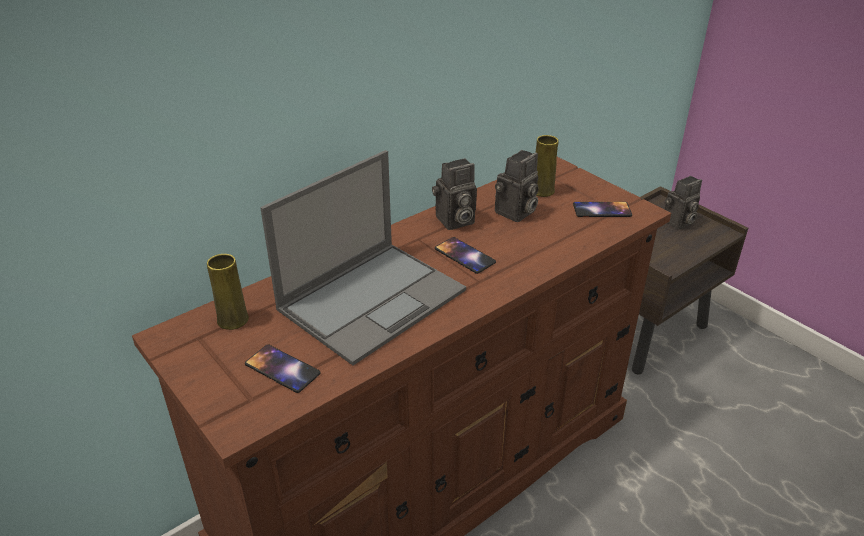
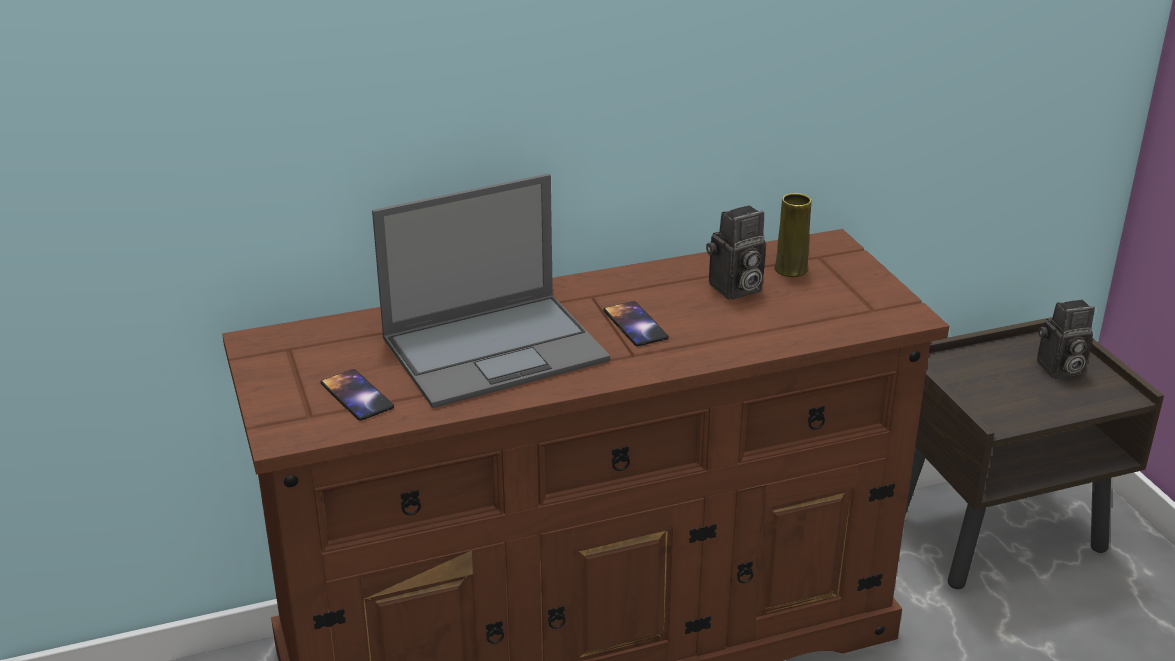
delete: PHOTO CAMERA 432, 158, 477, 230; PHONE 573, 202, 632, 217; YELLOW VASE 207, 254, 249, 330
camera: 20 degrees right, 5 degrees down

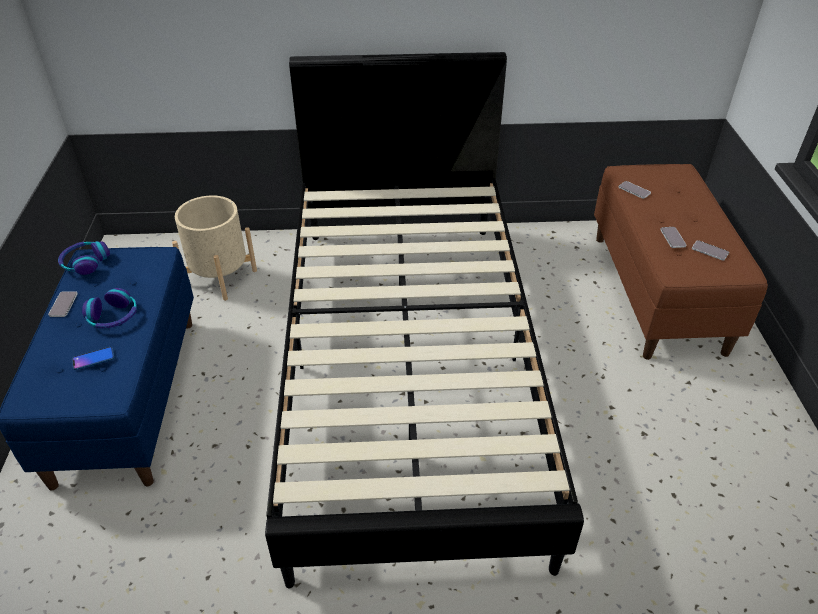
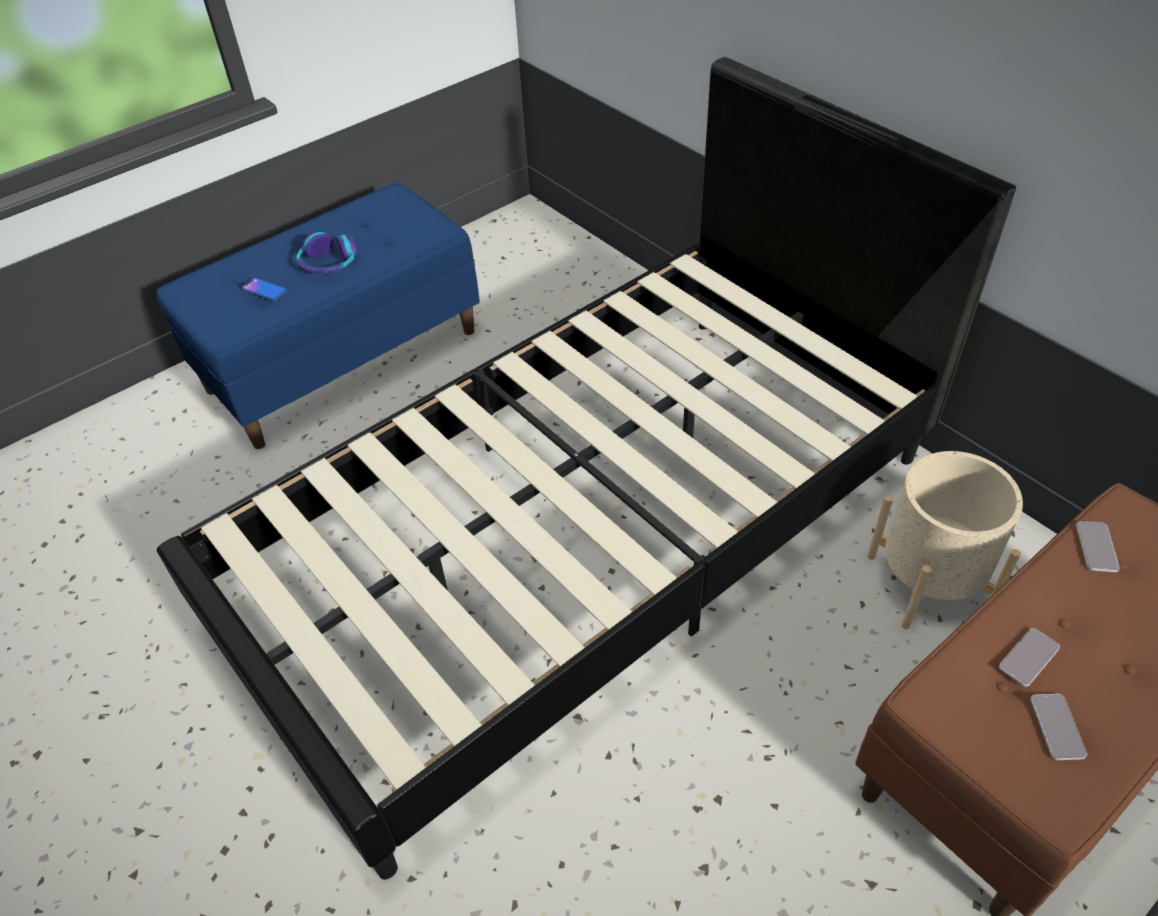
delete: HEADPHONES 58, 241, 110, 275; PHONE 48, 291, 78, 317
move: BEIGE PLANTER 172, 195, 257, 301 to 867, 451, 1023, 629
camera: 55 degrees right, 5 degrees up

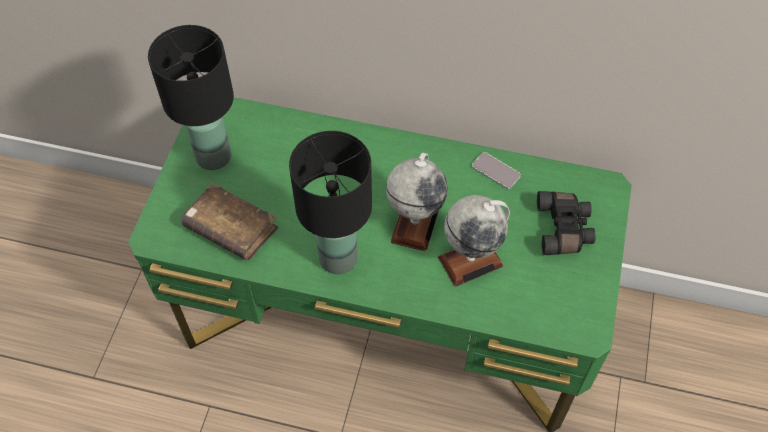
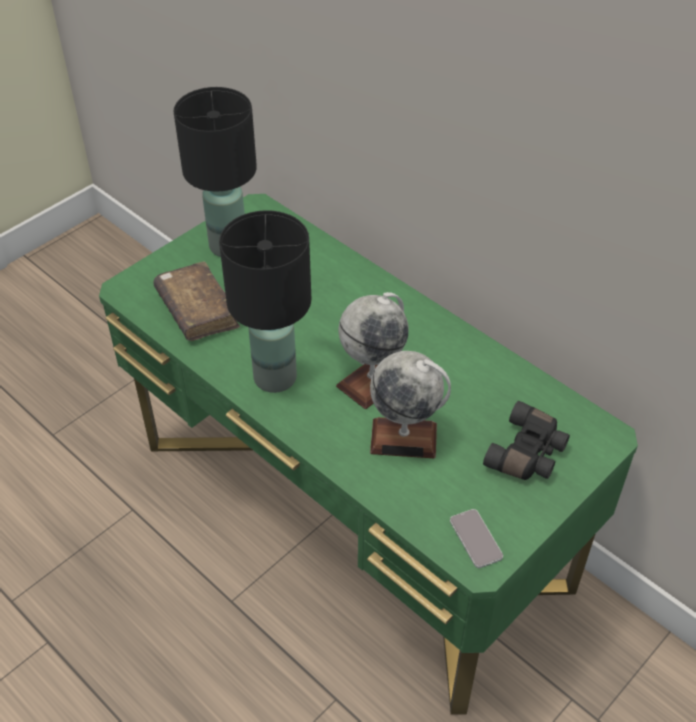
move: PHONE 472, 152, 521, 189 to 450, 509, 503, 568
camera: 30 degrees right, 10 degrees down

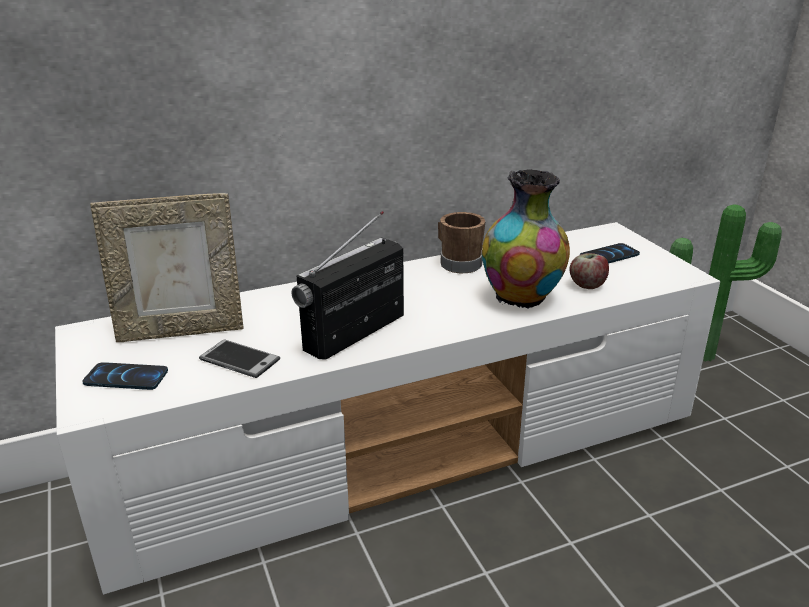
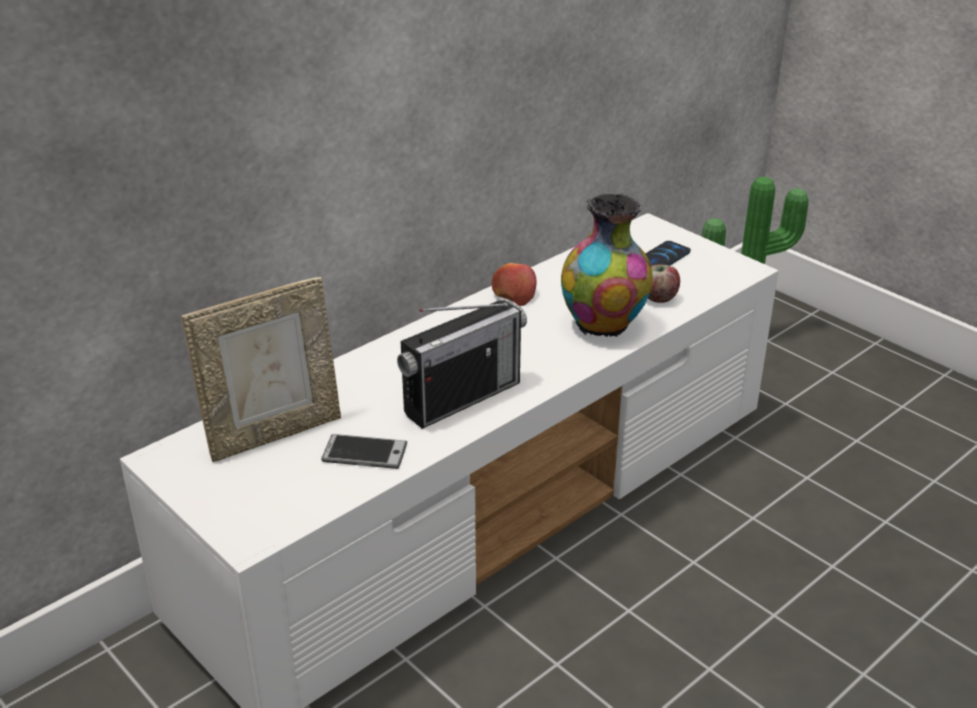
delete: PHONE 82, 362, 168, 390
replace: BROWN MUG 438, 212, 486, 273 to APPLE 492, 263, 537, 306
rotate: RADIO 292, 211, 404, 360 = 397, 301, 527, 429 150 degrees counterclockwise
camera: 20 degrees left, 5 degrees up

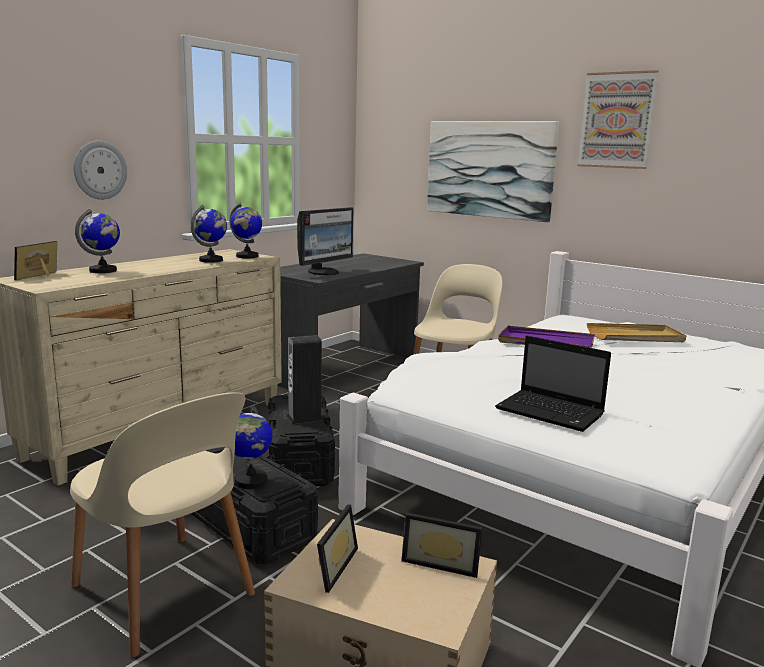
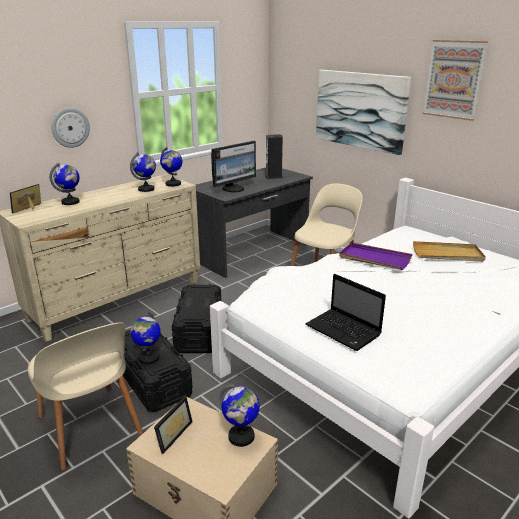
move: SPEAKER 286, 335, 323, 424 to 265, 134, 283, 179
replace: PICTURE FRAME 401, 512, 482, 578 to GLOBE 220, 384, 260, 447
camera: 10 degrees right, 10 degrees up

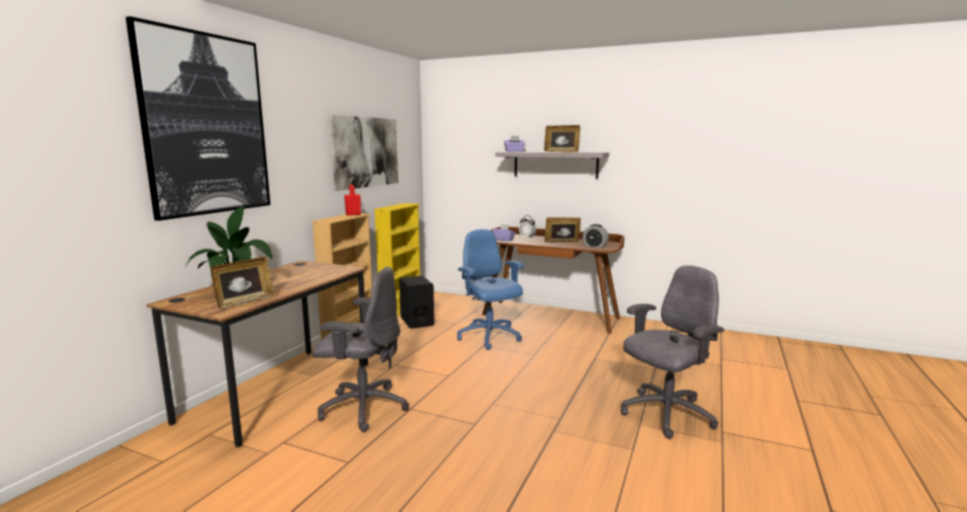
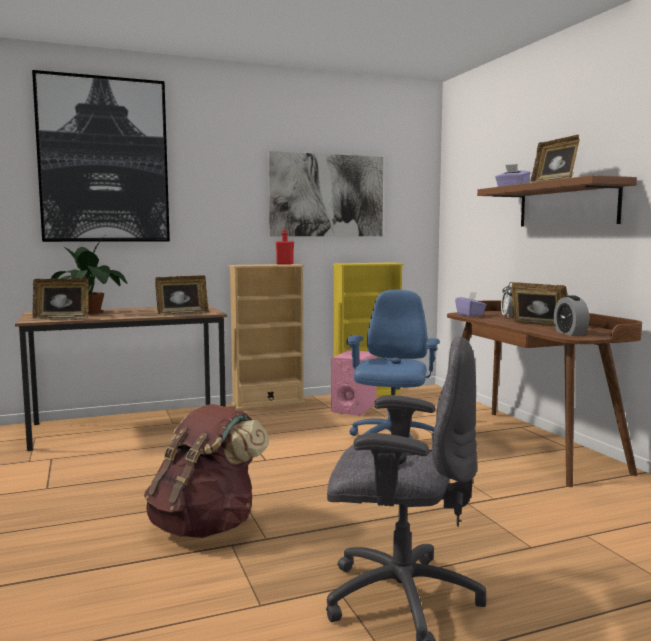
delete: GREY OFFICE CHAIR 313, 267, 409, 432
insert: PICTURE FRAME 155, 275, 209, 316; BROWN BACKPACK 144, 404, 270, 538
recolor: GREY SHELF 495, 152, 609, 179 to BROWN SHELF 477, 175, 637, 227; BLACK SPEAKER 399, 276, 434, 329 to PINK SPEAKER 331, 350, 377, 416
camera: 45 degrees right, 5 degrees down

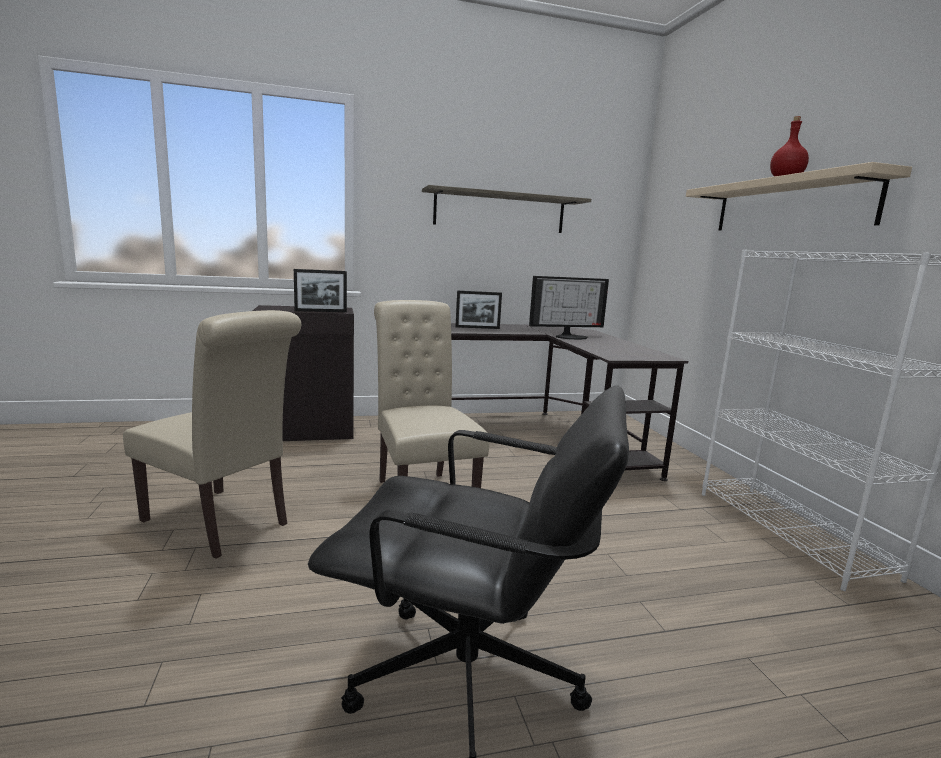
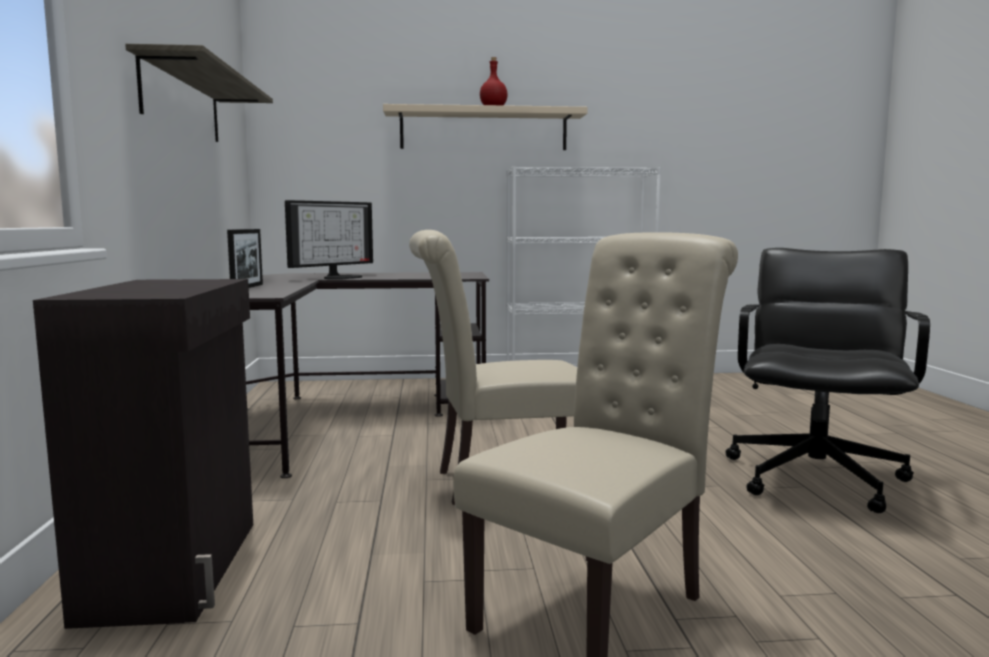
delete: PICTURE FRAME 294, 269, 347, 312
rotate: MONITOR 529, 276, 609, 340 = 285, 200, 373, 279 45 degrees clockwise
camera: 80 degrees left, 5 degrees down

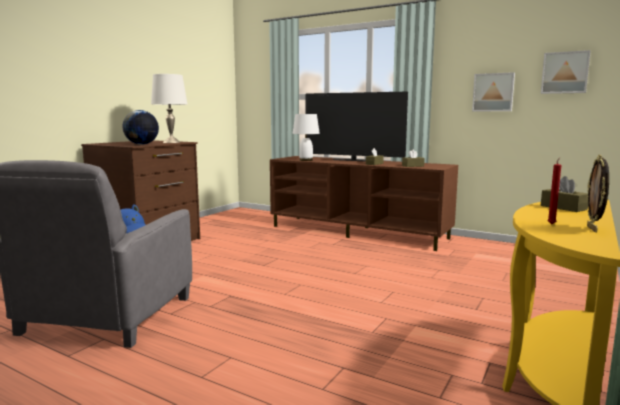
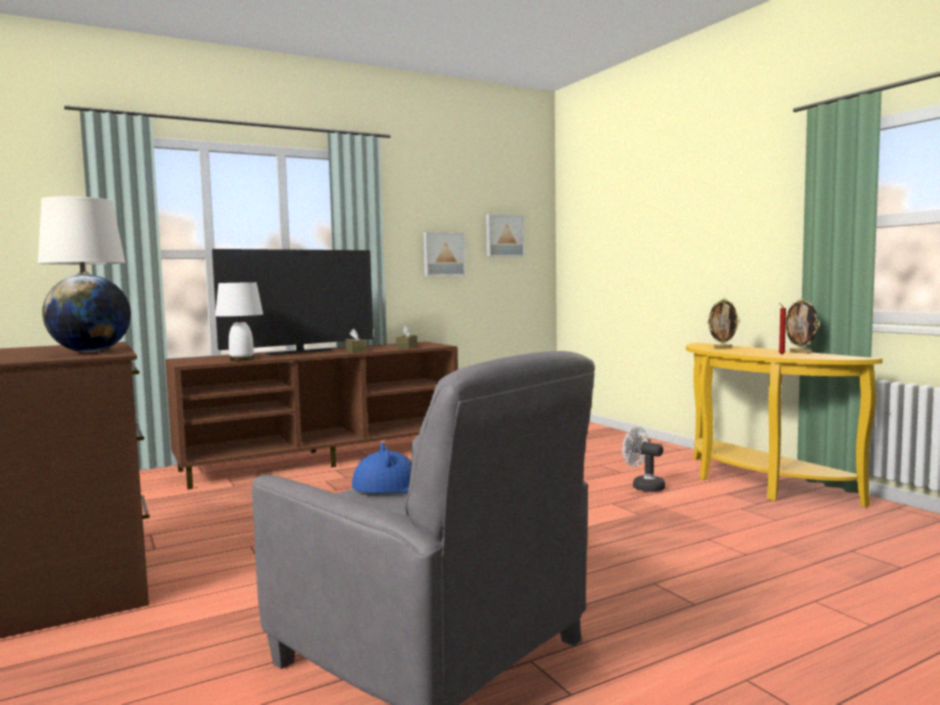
insert: WHITE FAN 622, 427, 665, 492
replace: BROWN TISSUE BOX 541, 176, 588, 212 to PICTURE FRAME 707, 298, 740, 349
camera: 60 degrees left, 5 degrees down

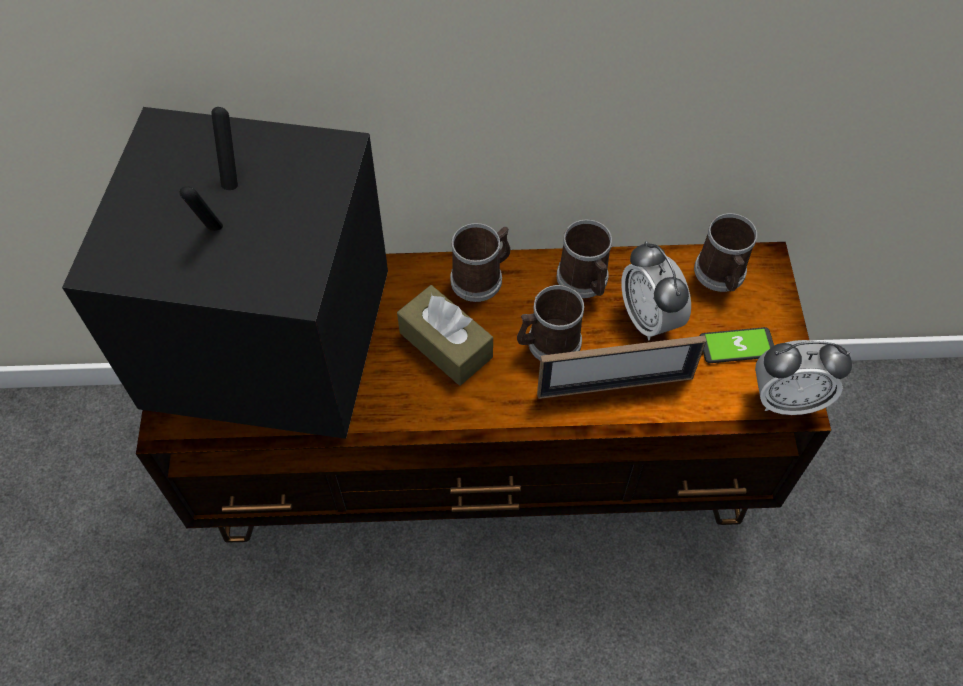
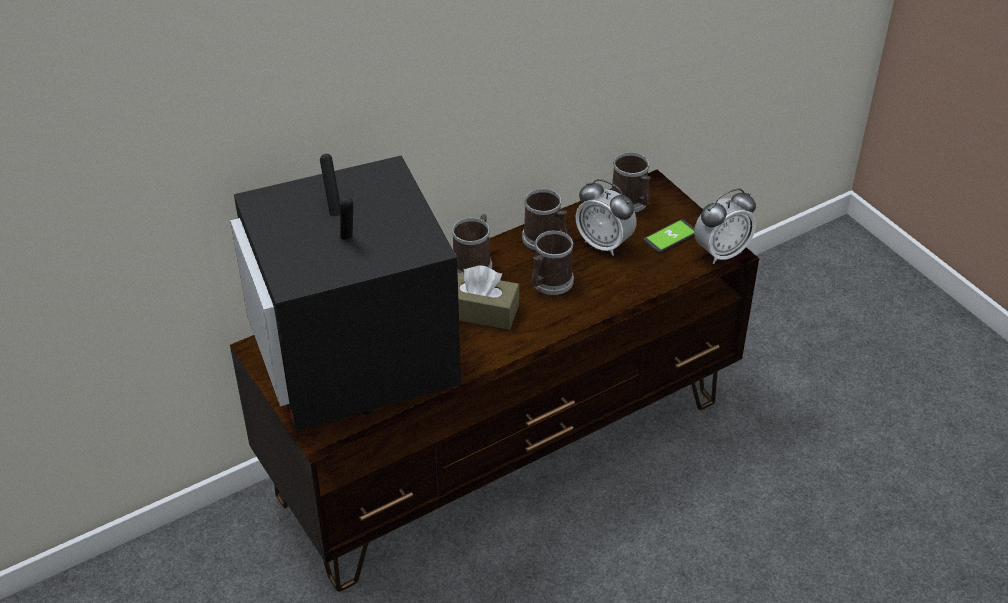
delete: PICTURE FRAME 537, 335, 706, 399
camera: 30 degrees left, 15 degrees down

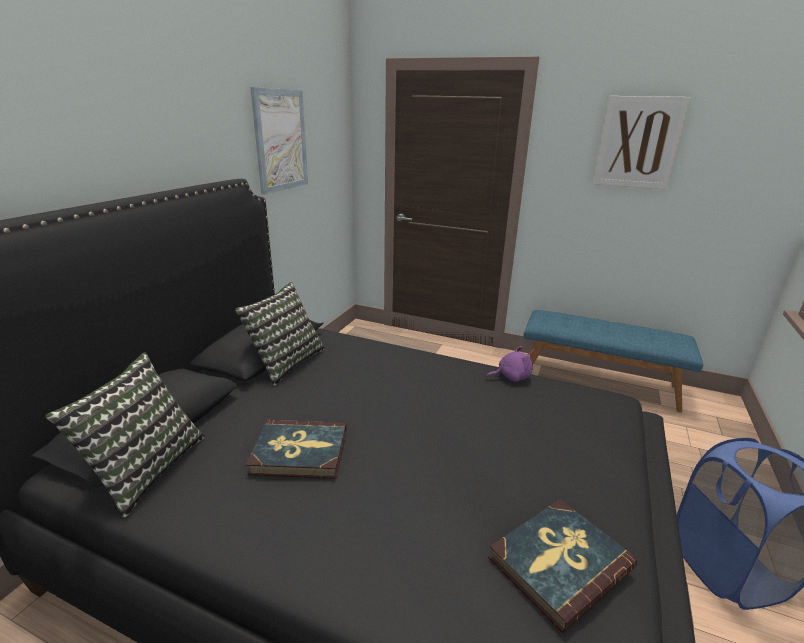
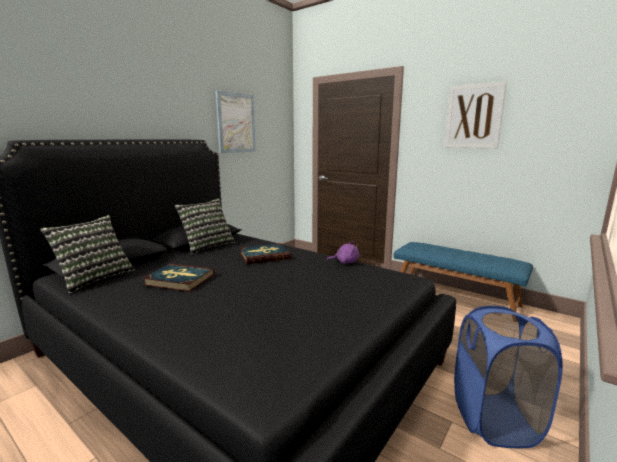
move: BOOK 488, 499, 637, 633 to 240, 243, 291, 264
camera: 15 degrees right, 10 degrees down

